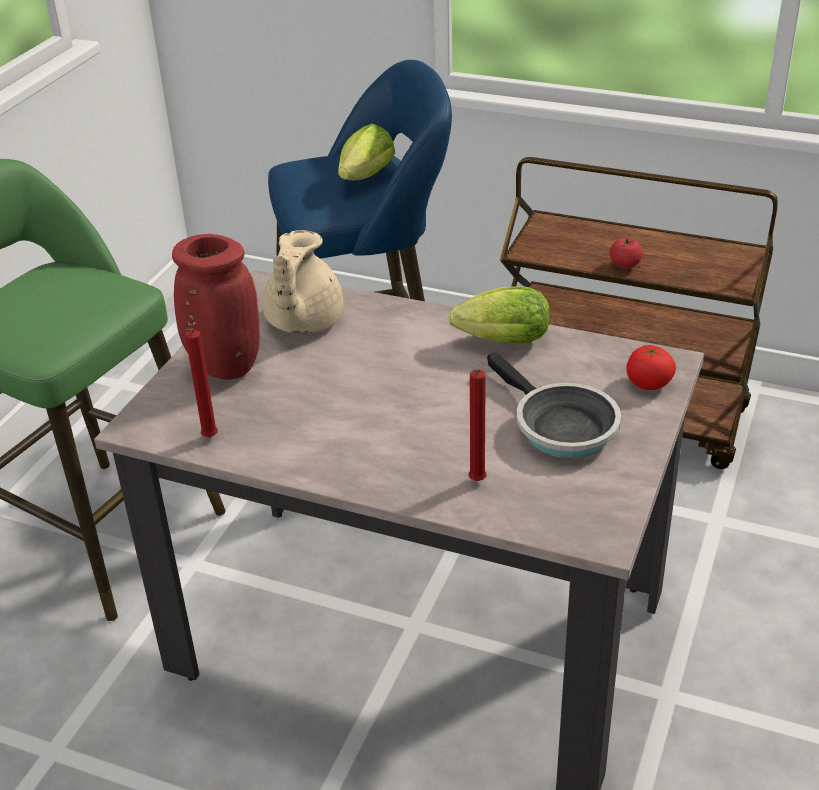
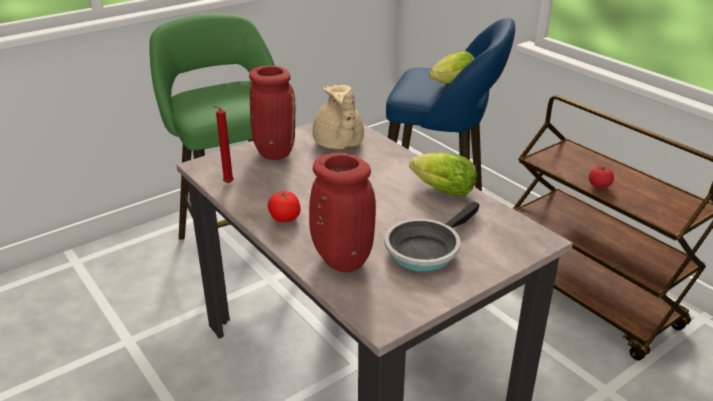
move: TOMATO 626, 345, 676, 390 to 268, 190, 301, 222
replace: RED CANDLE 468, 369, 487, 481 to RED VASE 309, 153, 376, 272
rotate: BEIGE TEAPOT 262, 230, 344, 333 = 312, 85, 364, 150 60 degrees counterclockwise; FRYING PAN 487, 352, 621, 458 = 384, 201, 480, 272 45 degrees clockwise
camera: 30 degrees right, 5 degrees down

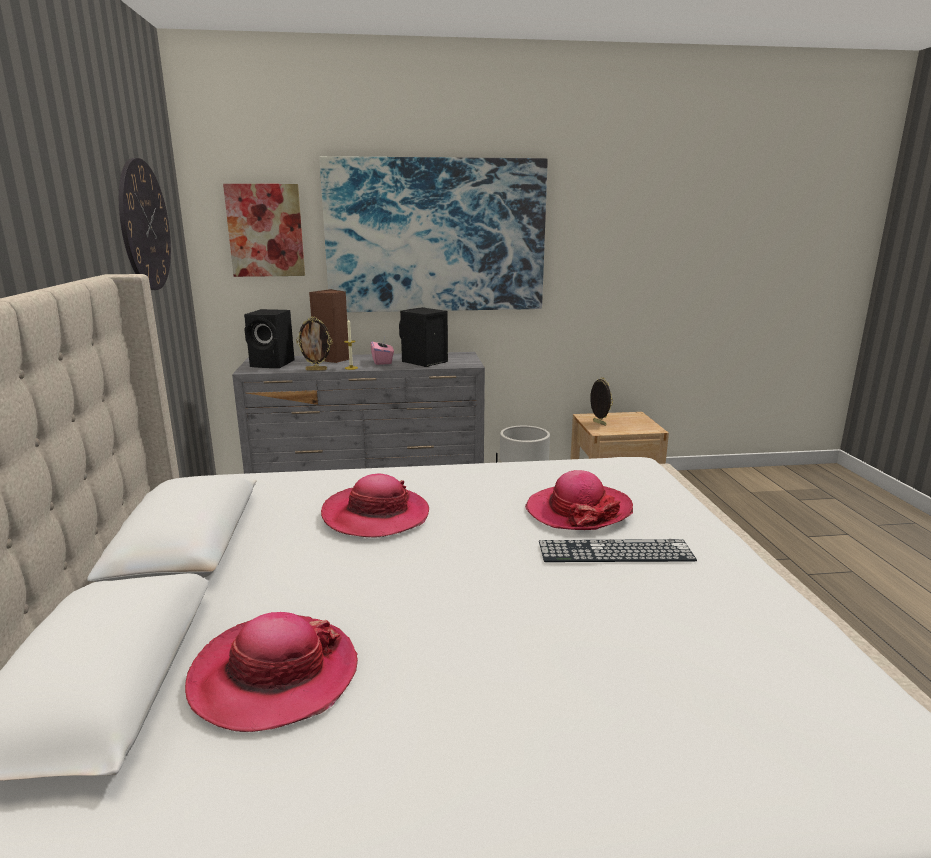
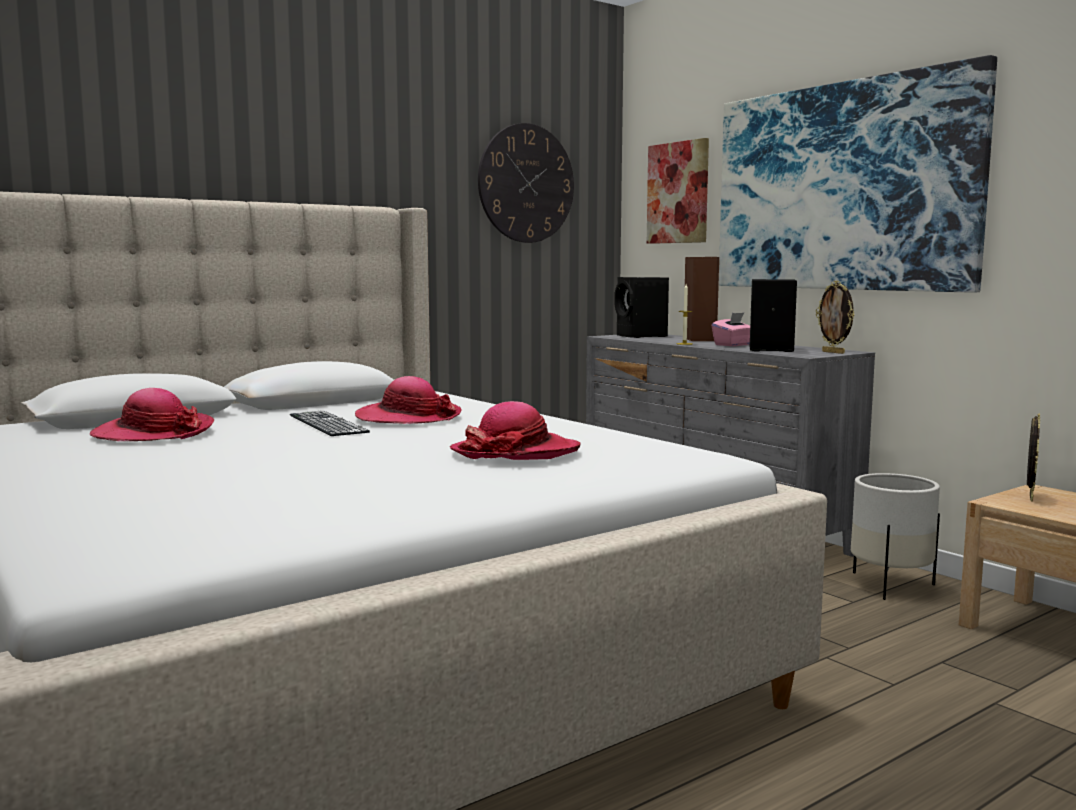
move: PICTURE FRAME 296, 316, 332, 371 to 816, 280, 855, 354; KEYBOARD 539, 539, 697, 562 to 290, 411, 370, 436
camera: 60 degrees right, 10 degrees down

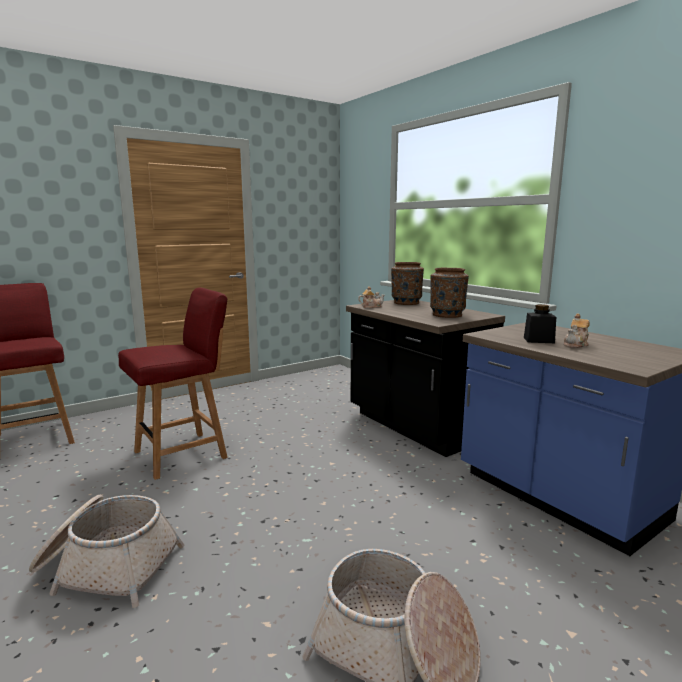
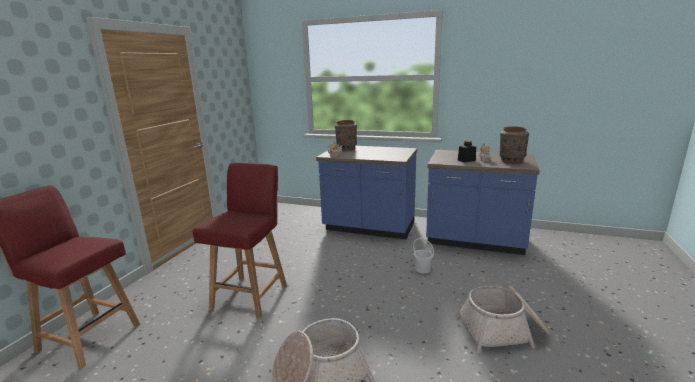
insert: WHITE BUCKET 413, 238, 434, 274
move: BROWN VASE 430, 268, 469, 318 to 499, 126, 529, 164
recolor: BLACK COUNTER 346, 300, 505, 457 to BLUE COUNTER 316, 146, 417, 239
camera: 35 degrees left, 5 degrees up

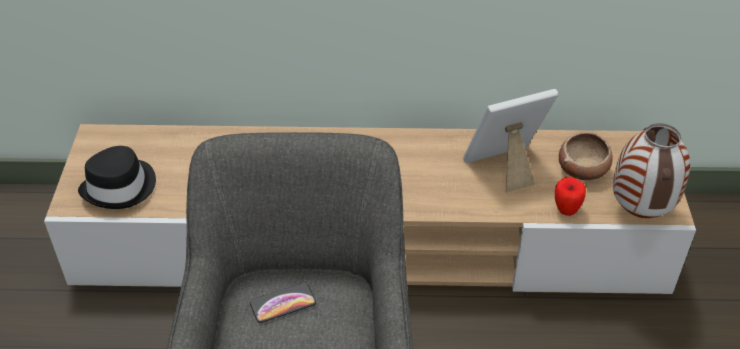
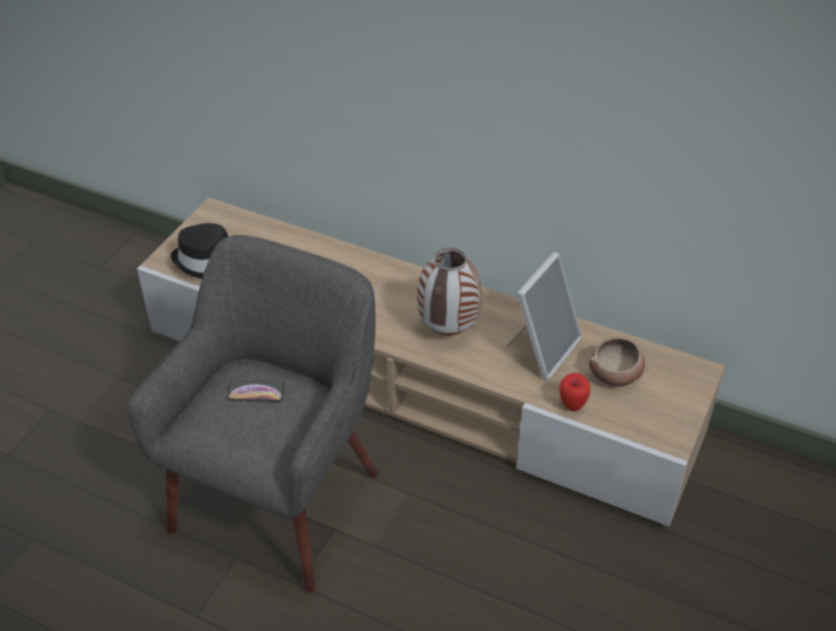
move: VASE 613, 123, 690, 218 to 417, 248, 481, 336
rotate: PICTURE FRAME 463, 89, 558, 193 = 507, 252, 582, 381 120 degrees clockwise
camera: 25 degrees right, 0 degrees up

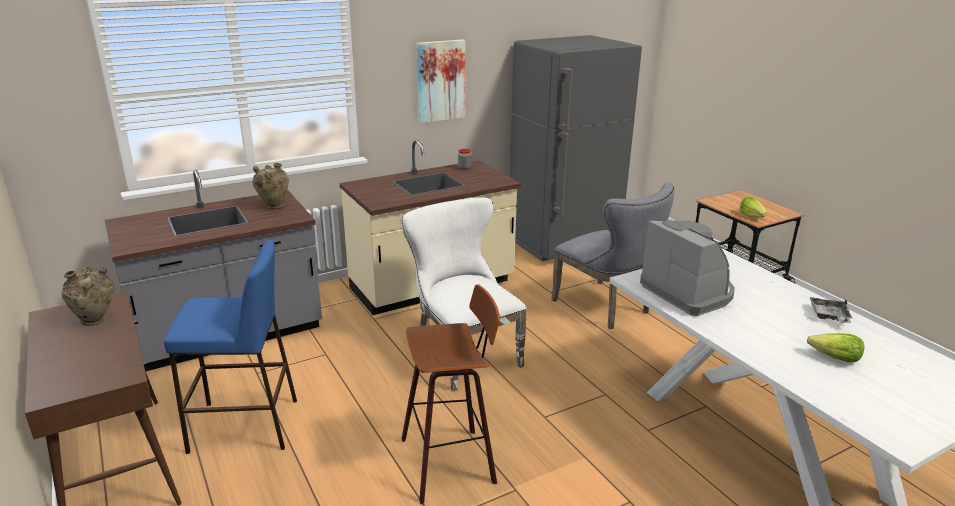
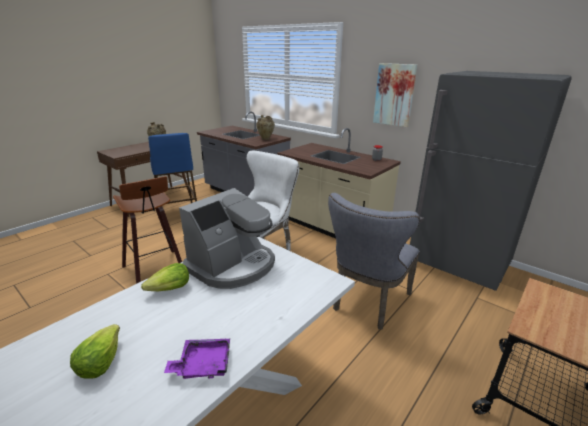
move: LETTUCE 740, 197, 766, 217 to 141, 263, 189, 292
recolor: GREY TRAY 810, 297, 852, 323 to PURPLE TRAY 164, 339, 230, 379
camera: 70 degrees right, 0 degrees up

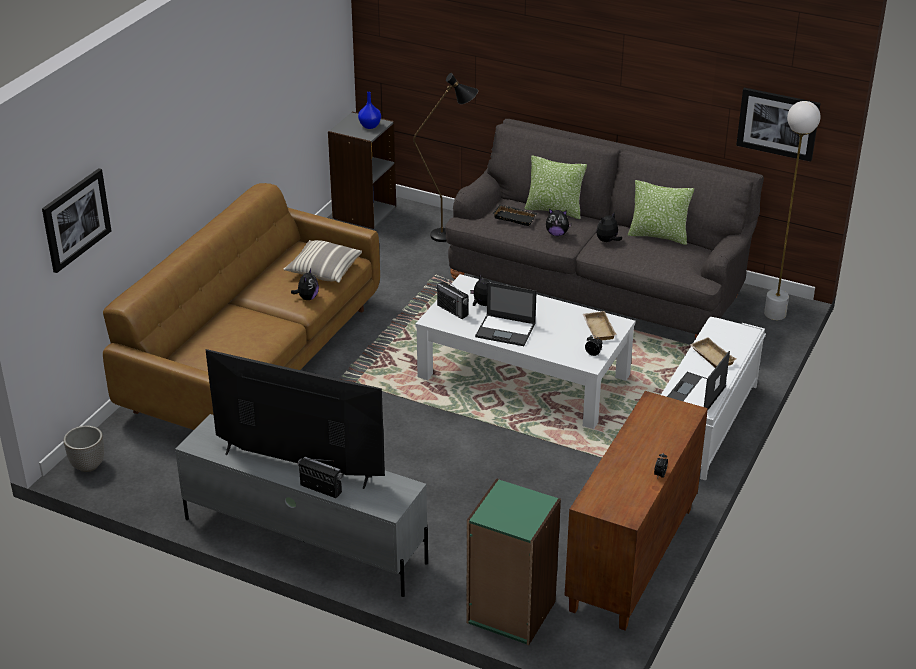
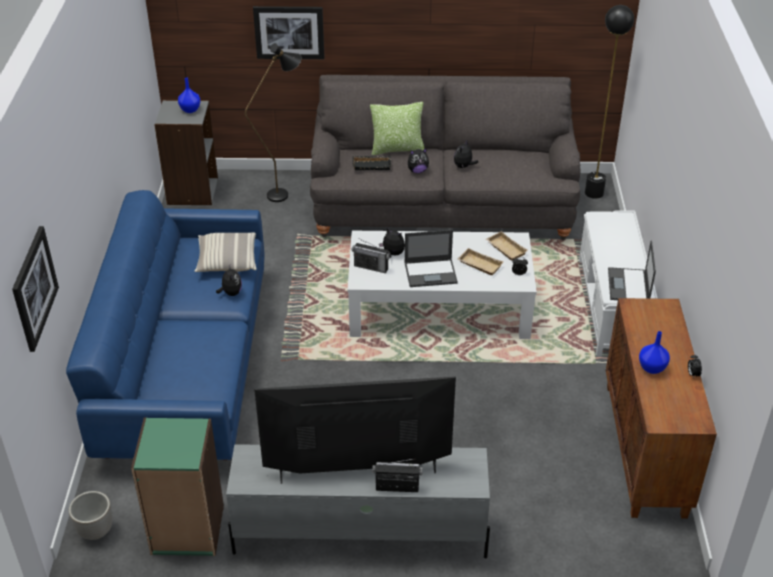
delete: PILLOW 628, 180, 694, 245
insert: BLUE VASE 639, 331, 670, 374
move: PICTURE 736, 88, 821, 162 to 253, 6, 325, 59; BEIGE TRAY 690, 337, 736, 368 to 457, 248, 504, 275; GREEN BOOKCASE 466, 478, 561, 645 to 131, 418, 224, 556
recolor: WHITE FLOOR LAMP 764, 101, 821, 320 to BLACK FLOOR LAMP 585, 5, 634, 199; BROWN SOFA 103, 183, 380, 430 to BLUE SOFA 66, 190, 264, 461
camera: 25 degrees left, 5 degrees up

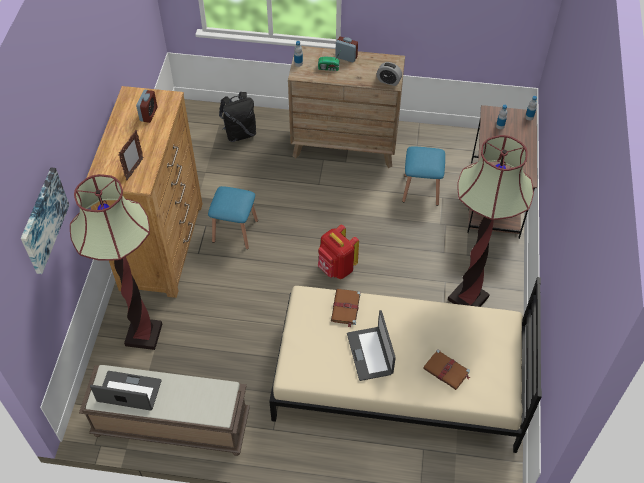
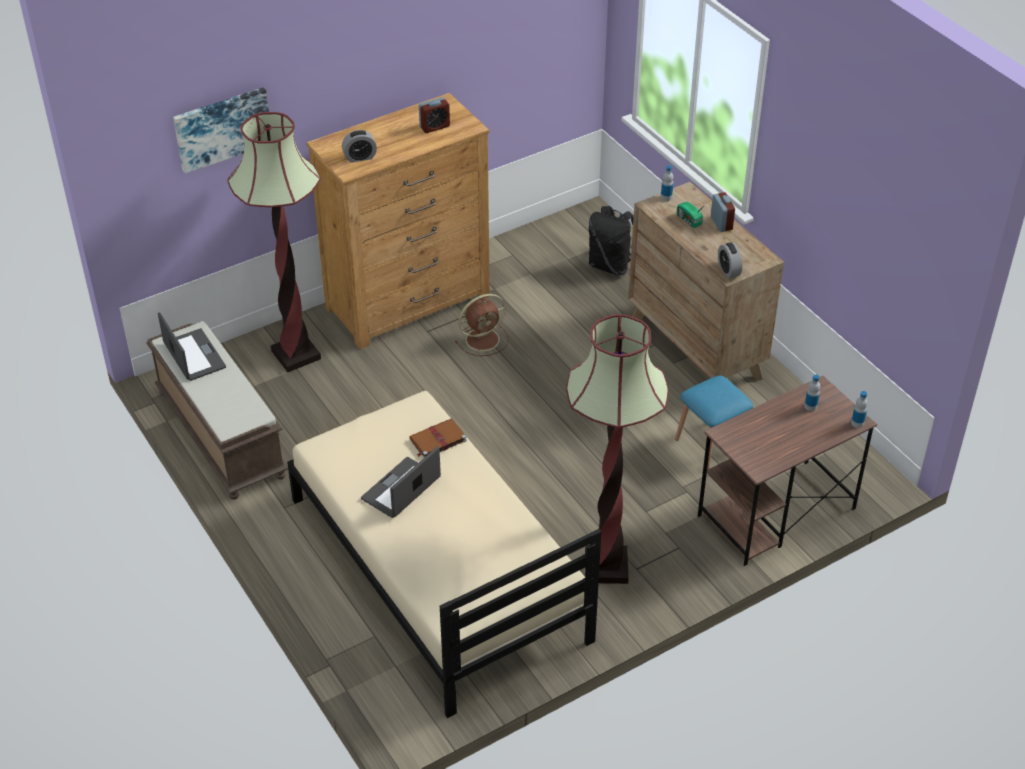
delete: RED BACKPACK 318, 225, 359, 279; BROWN BOOK 423, 349, 470, 390
replace: PICTURE FRAME 118, 130, 143, 181 to ALARM CLOCK 342, 130, 377, 163; BLUE STOOL 208, 186, 258, 249 to BROWN FAN 455, 294, 509, 356
camera: 50 degrees right, 10 degrees down

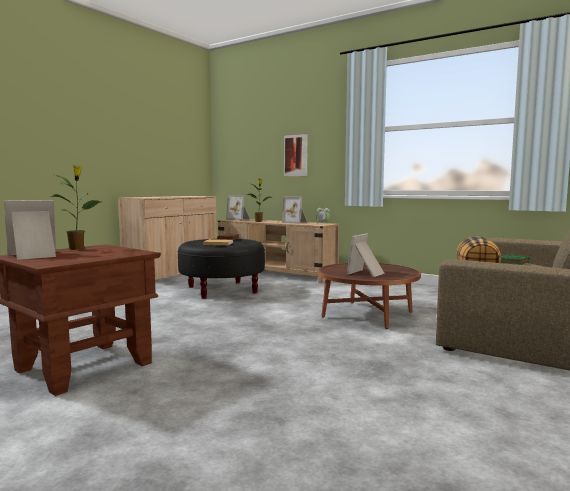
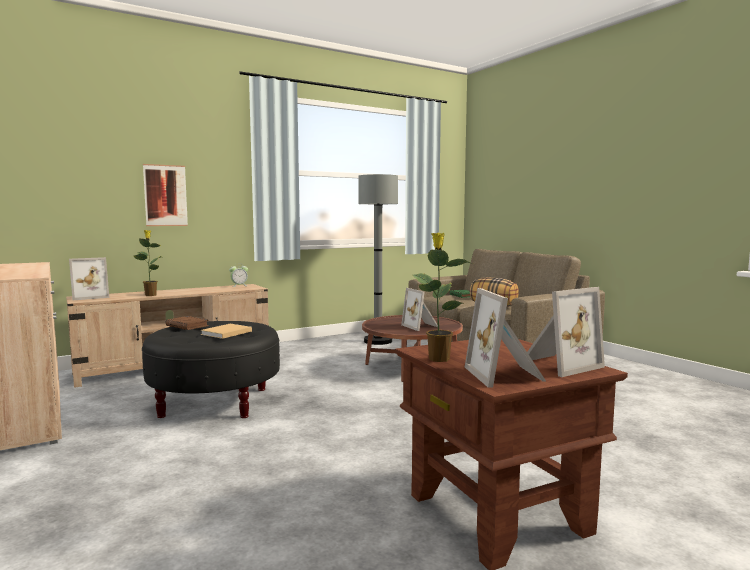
insert: GREY FLOOR LAMP 358, 174, 398, 345
move: PICTURE FRAME 282, 196, 307, 224 to 527, 287, 605, 377
camera: 65 degrees left, 0 degrees up

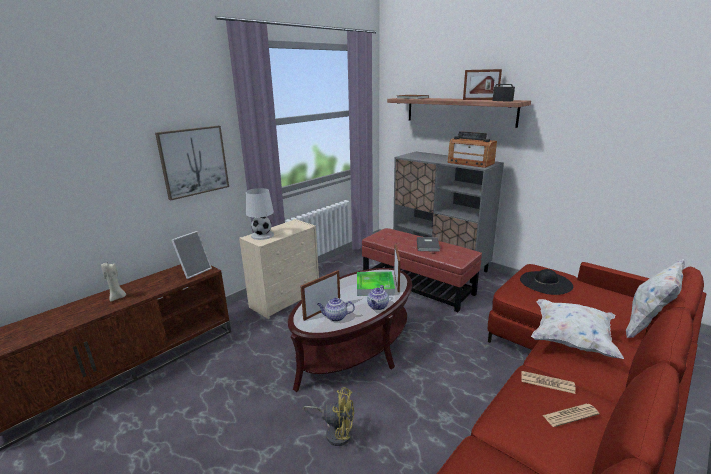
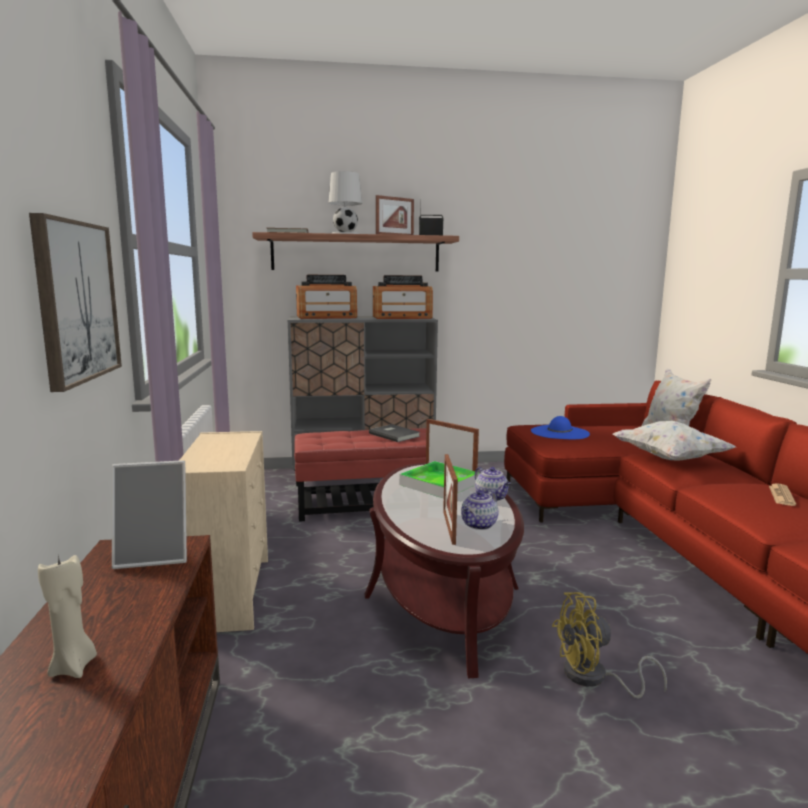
delete: NEWSPAPER 521, 371, 576, 394
insert: RADIO 296, 275, 357, 319
move: WHITE TABLE LAMP 246, 188, 274, 240 to 328, 171, 362, 234
recolor: BLACK HAT 520, 269, 573, 295 to BLUE HAT 531, 416, 590, 439
rotate: PICTURE FRAME 171, 231, 212, 279 = 112, 460, 187, 569 90 degrees clockwise; YELLOW FAN 303, 387, 354, 446 = 552, 592, 667, 698 150 degrees counterclockwise
camera: 50 degrees left, 10 degrees down

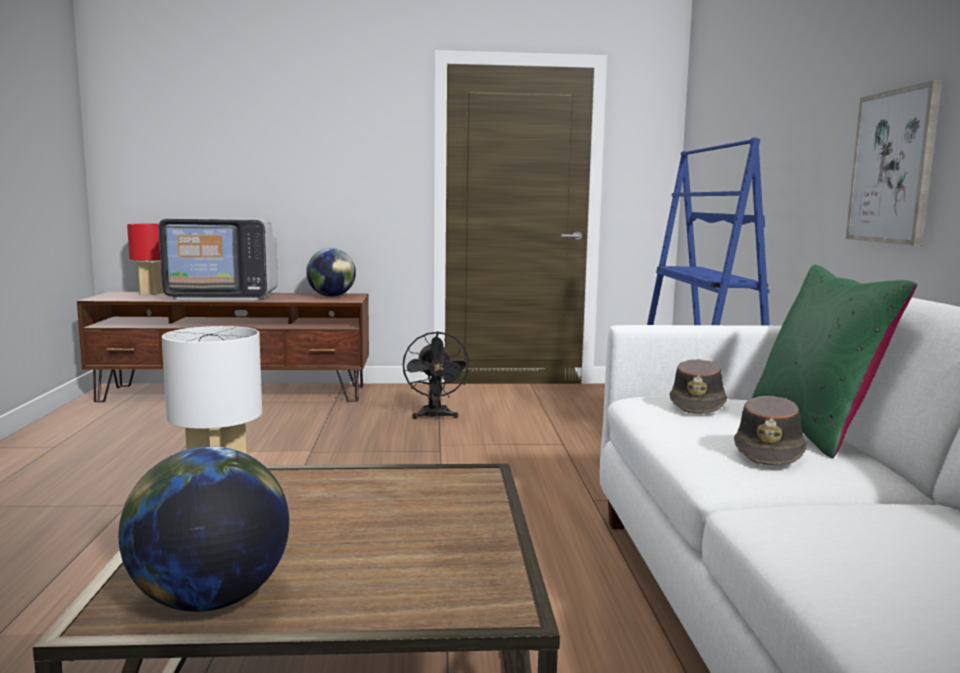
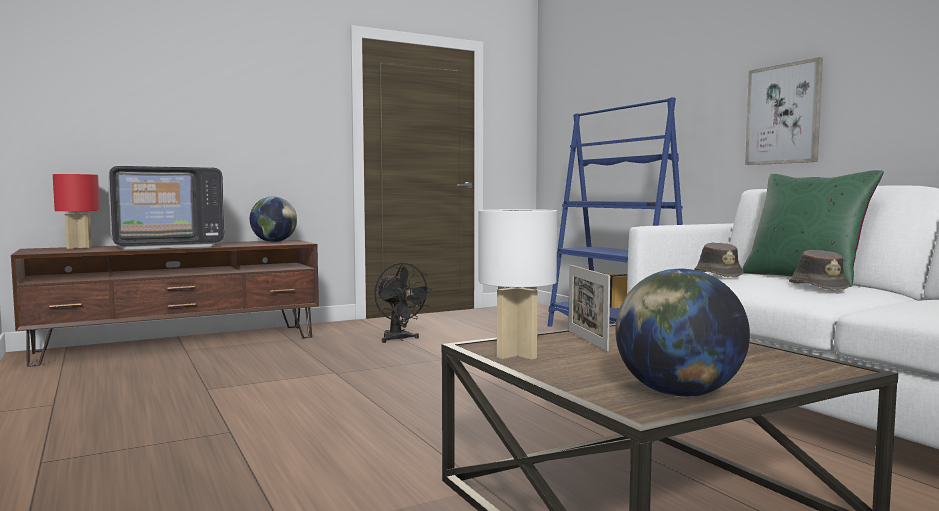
insert: PICTURE FRAME 568, 265, 610, 352
camera: 25 degrees left, 5 degrees down

